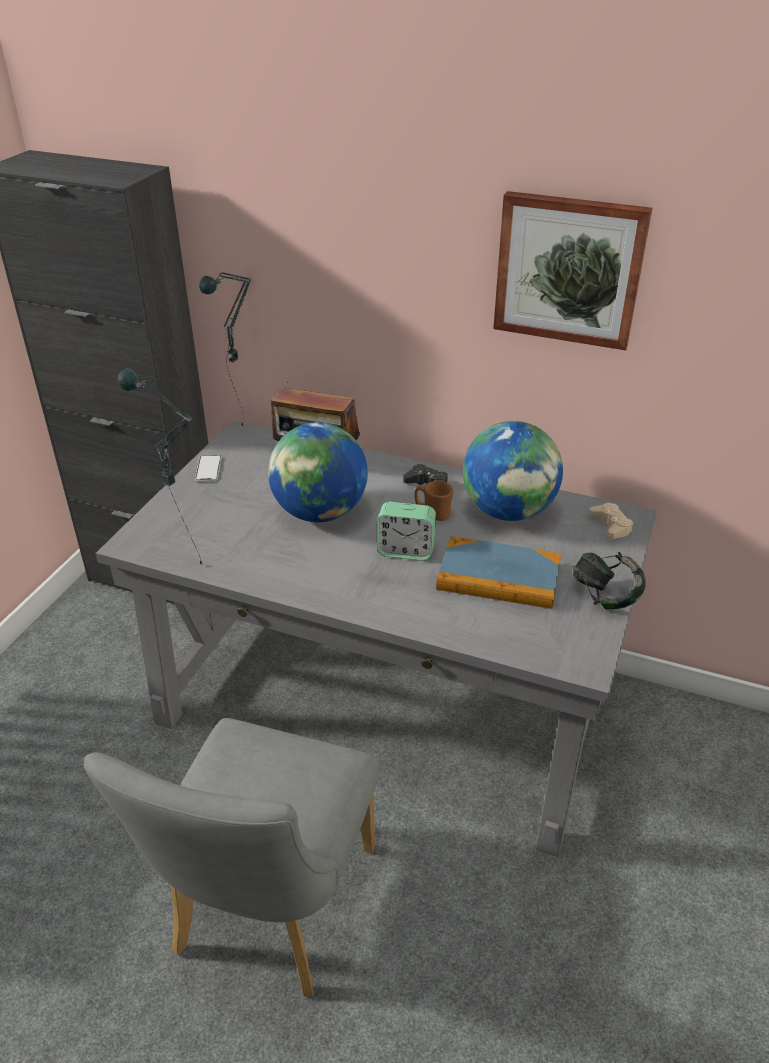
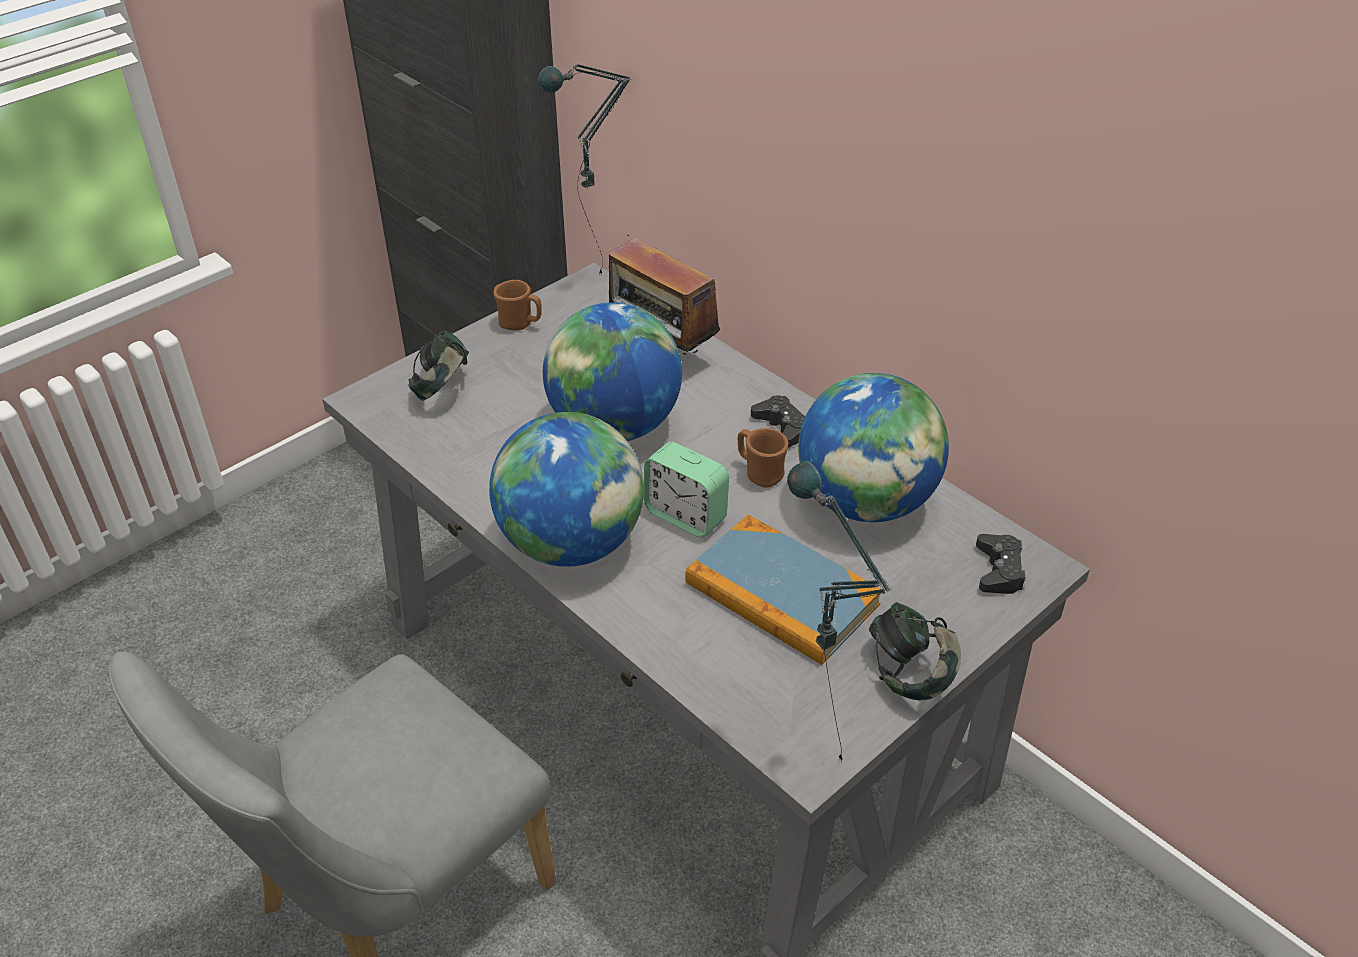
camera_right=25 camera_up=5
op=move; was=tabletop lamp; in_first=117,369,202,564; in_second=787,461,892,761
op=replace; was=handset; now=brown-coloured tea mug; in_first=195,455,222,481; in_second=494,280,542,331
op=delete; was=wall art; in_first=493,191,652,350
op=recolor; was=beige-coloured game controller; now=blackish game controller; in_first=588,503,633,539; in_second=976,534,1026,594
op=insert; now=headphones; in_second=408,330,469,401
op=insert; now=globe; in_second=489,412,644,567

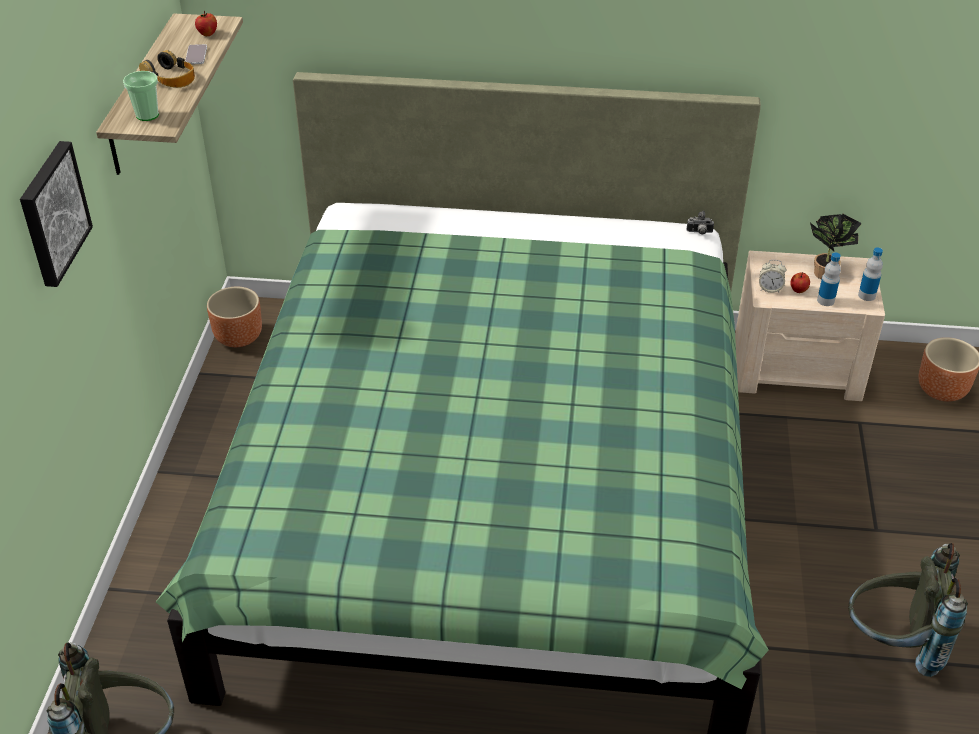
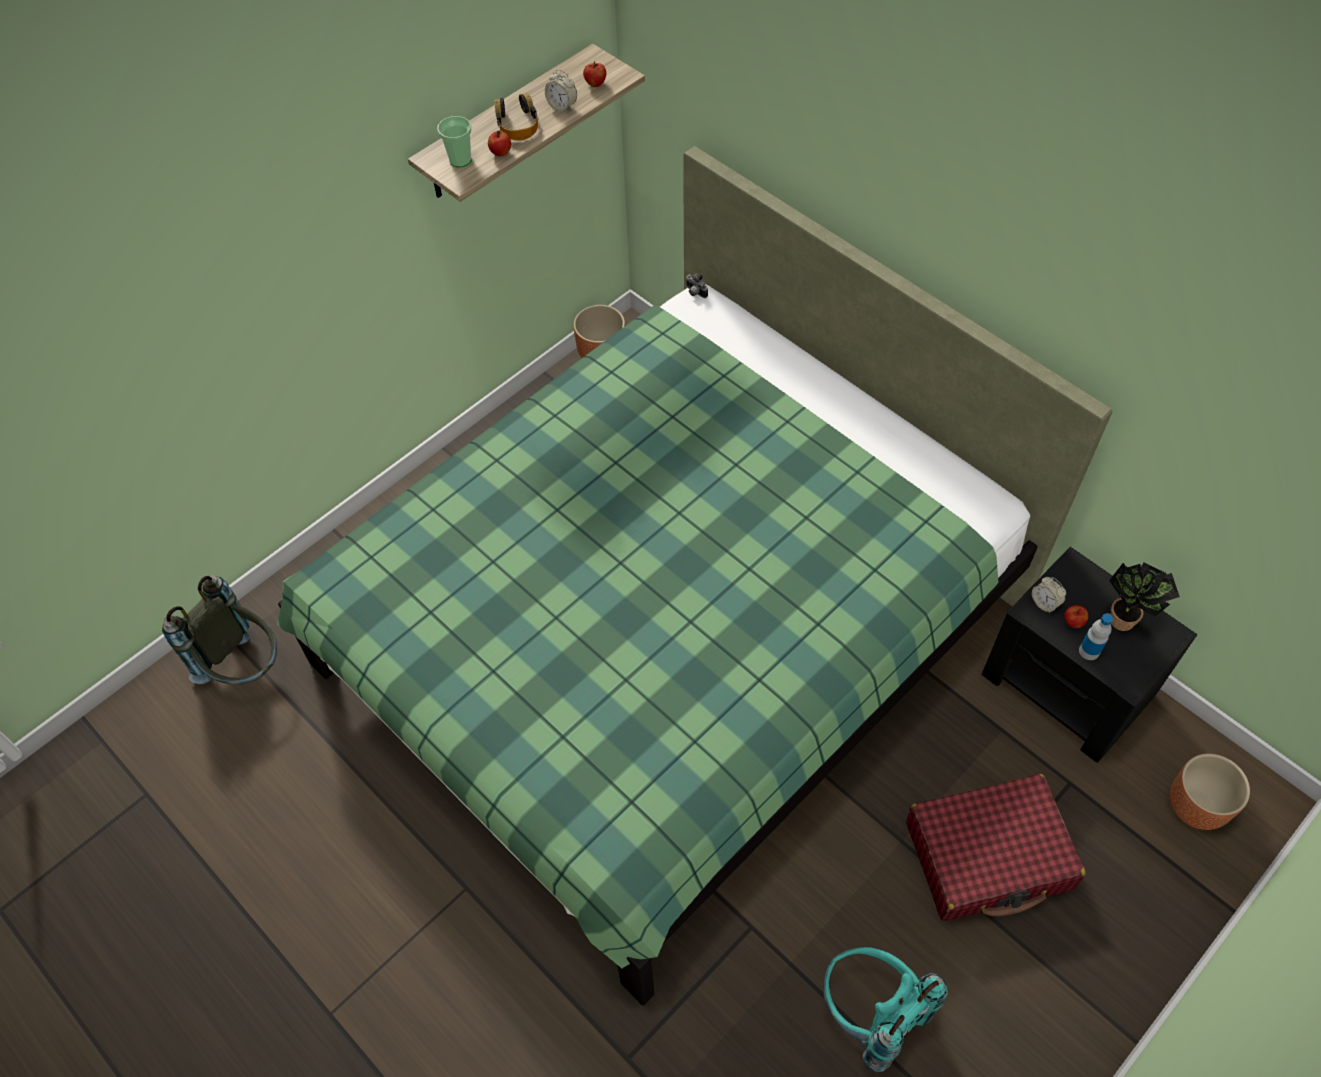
camera_right=40 camera_up=15
op=delete; was=wall art; in_first=20,141,93,287
op=replace; was=handset; now=table clock; in_first=185,44,207,64; in_second=545,70,577,112
op=move; was=still camera; in_first=686,211,714,235; in_second=686,273,708,298
op=recolor; was=beige-coloured nightstand; now=blackish nightstand; in_first=735,251,885,401; in_second=982,547,1197,763
op=recolor; was=grey rucksack; now=turquoise-coloured rucksack; in_first=849,543,968,677; in_second=823,947,948,1072
op=delete; was=beverage bottle; in_first=858,247,883,301
op=insert; now=apple; in_second=488,130,511,157
op=insert; now=red travel case; in_second=906,774,1086,922

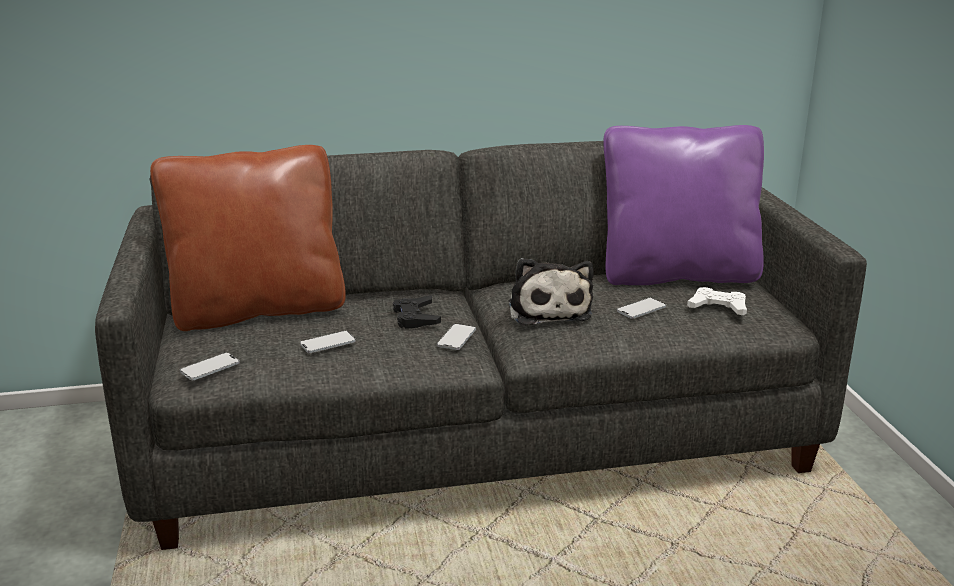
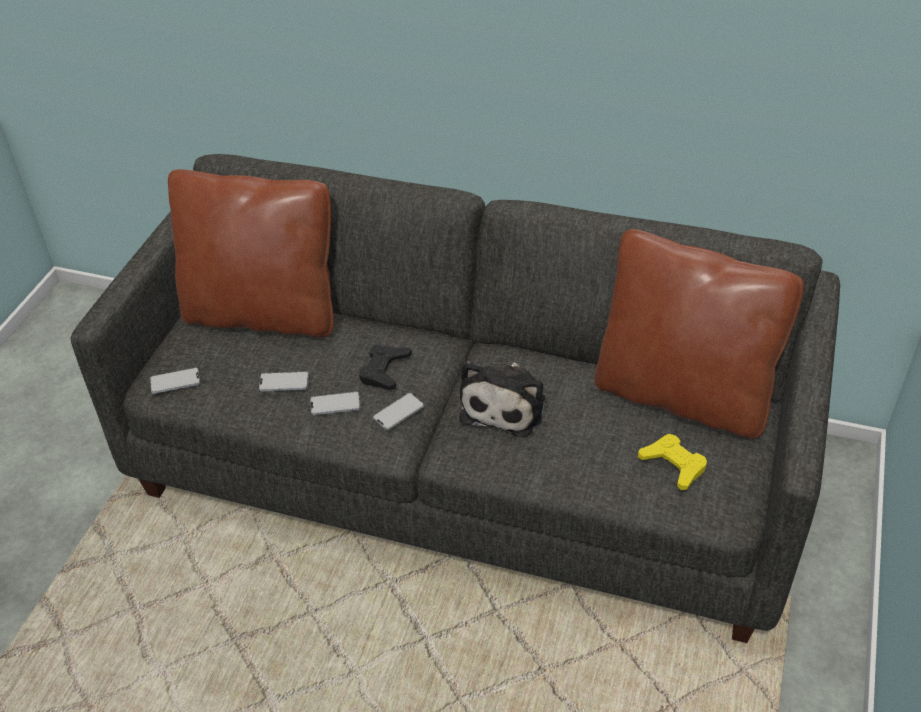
camera_right=30 camera_up=20
op=recolor; was=purple-coloured throw pillow; now=brown-coloured throw pillow; in_first=603,125,764,285; in_second=595,229,804,438
op=move; was=handset; in_first=617,298,666,319; in_second=310,391,361,415
op=recolor; was=whitish game controller; now=yellow-coloured game controller; in_first=687,287,747,315; in_second=638,434,707,490

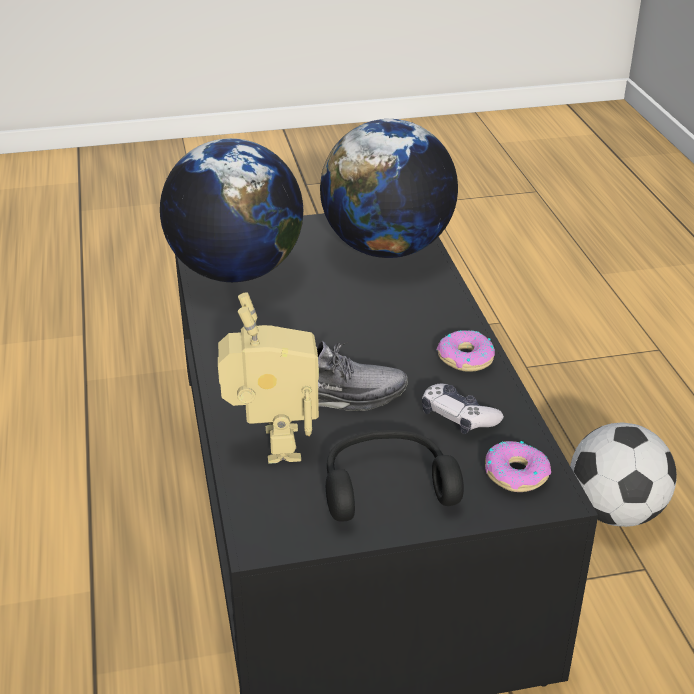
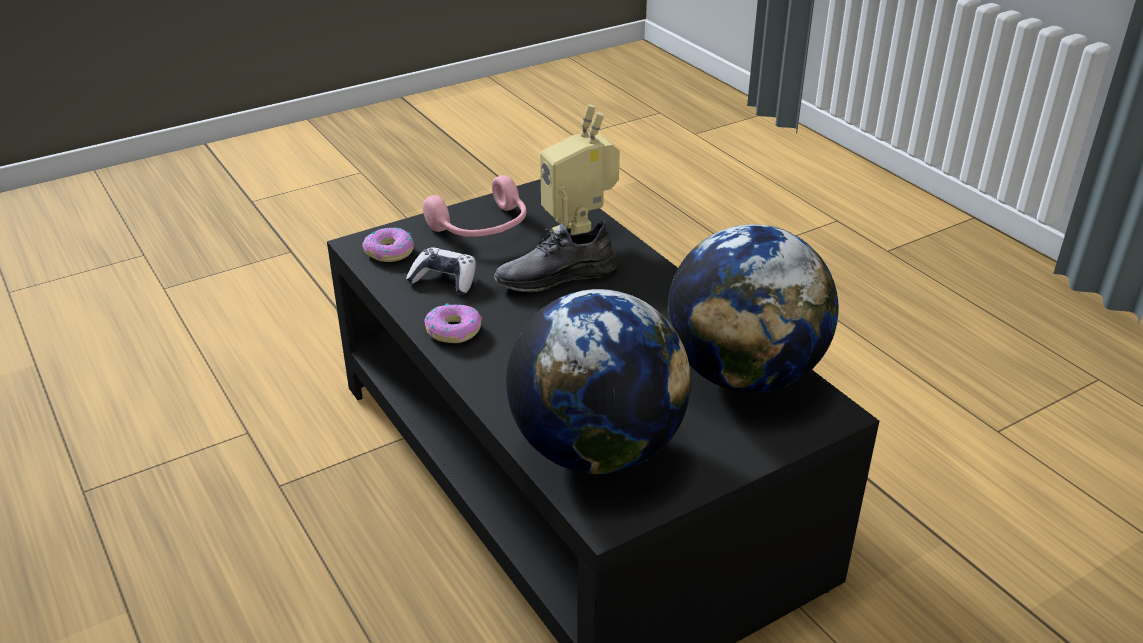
camera_right=160 camera_up=0
op=recolor; was=blackish headphones; now=pinkish headphones; in_first=326,430,464,522; in_second=423,175,526,237
op=delete; was=football ball; in_first=570,422,677,527

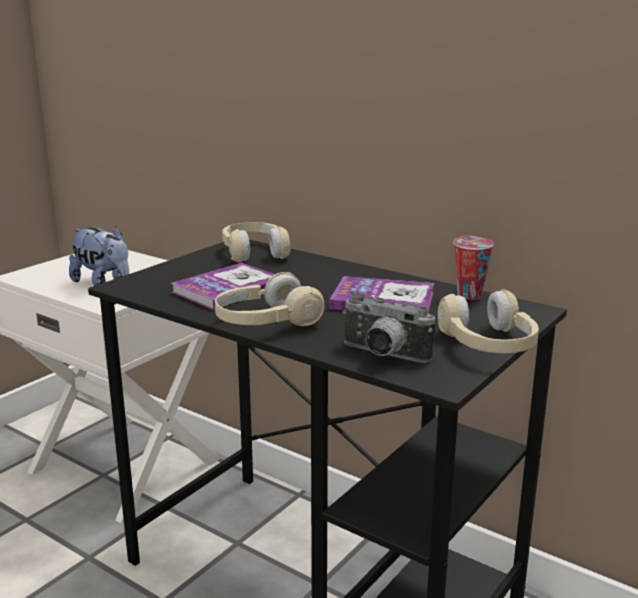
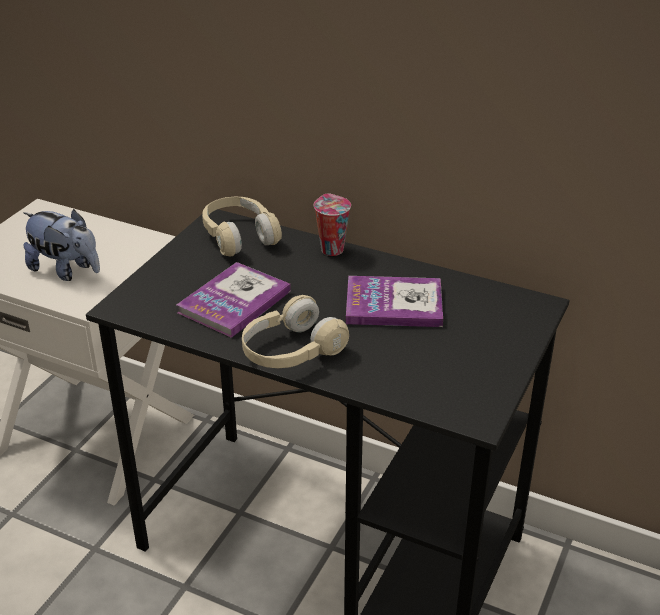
camera_right=-10 camera_up=15
op=delete; was=still camera; in_first=342,291,435,363
op=delete; was=beige-coloured headphones; in_first=438,289,539,353
op=move; was=cup; in_first=453,236,494,300; in_second=313,193,351,256

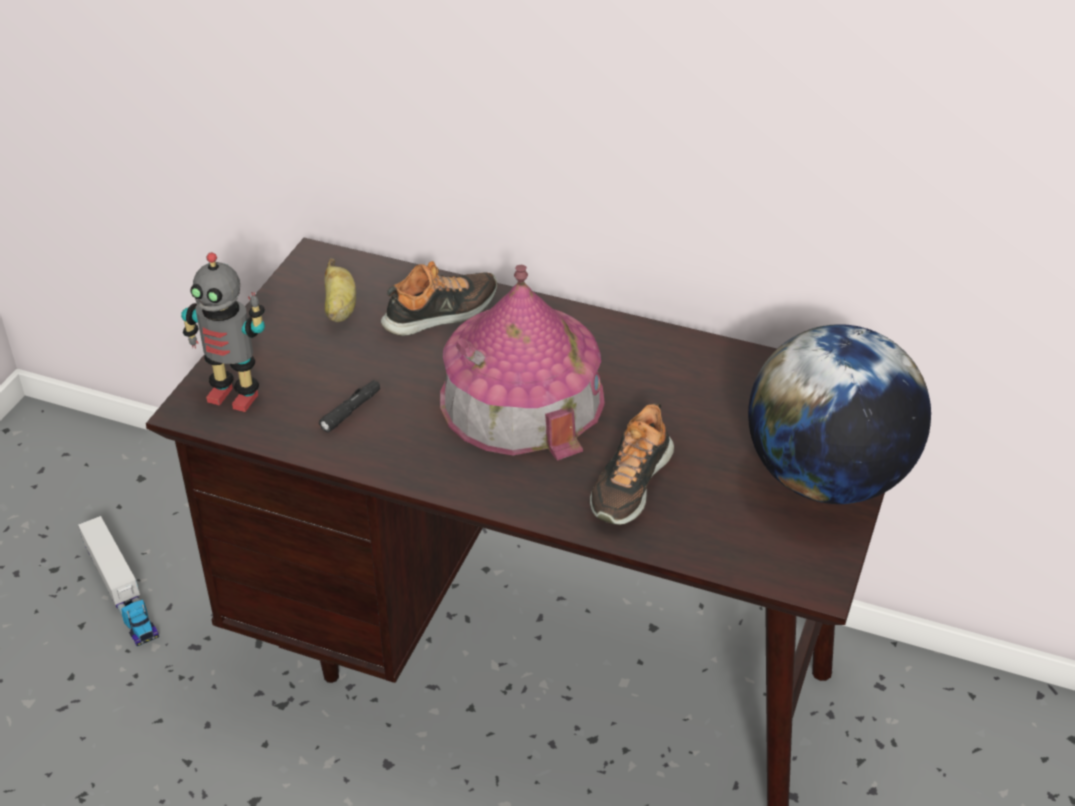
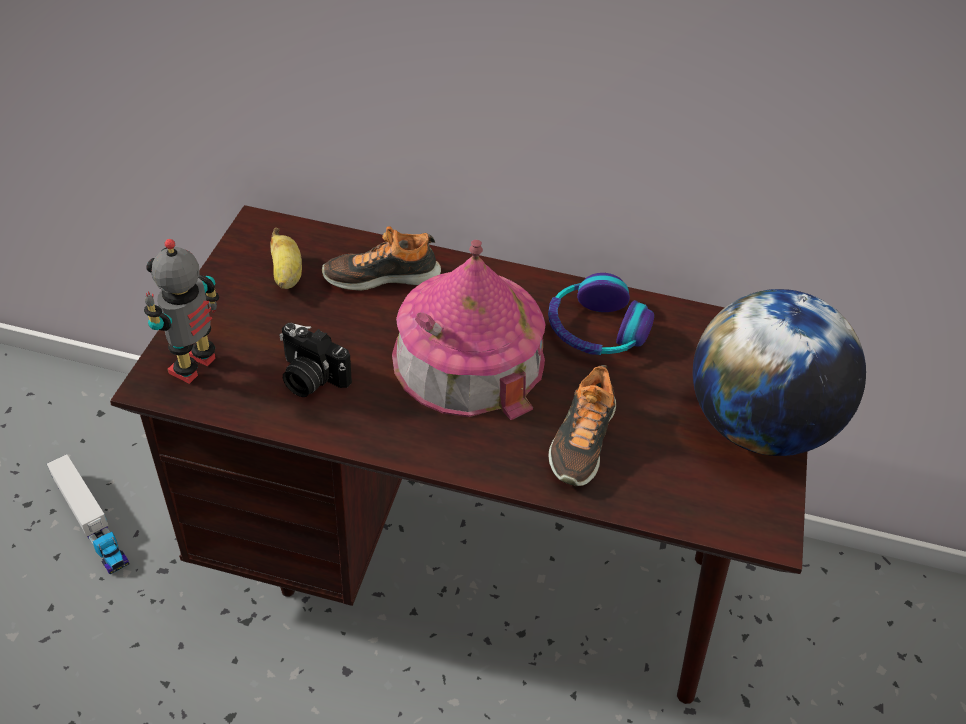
camera_right=-10 camera_up=5
op=rotate; was=toy robot; in_first=181,252,265,412; in_second=144,239,220,384; clockwise=105
op=replace; was=blackish hand torch; now=still camera; in_first=319,380,380,433; in_second=279,323,352,397
op=rotate; was=low shoe; in_first=381,261,497,336; in_second=322,227,441,291; clockwise=-150
op=insert; now=headphones; in_second=548,273,654,355

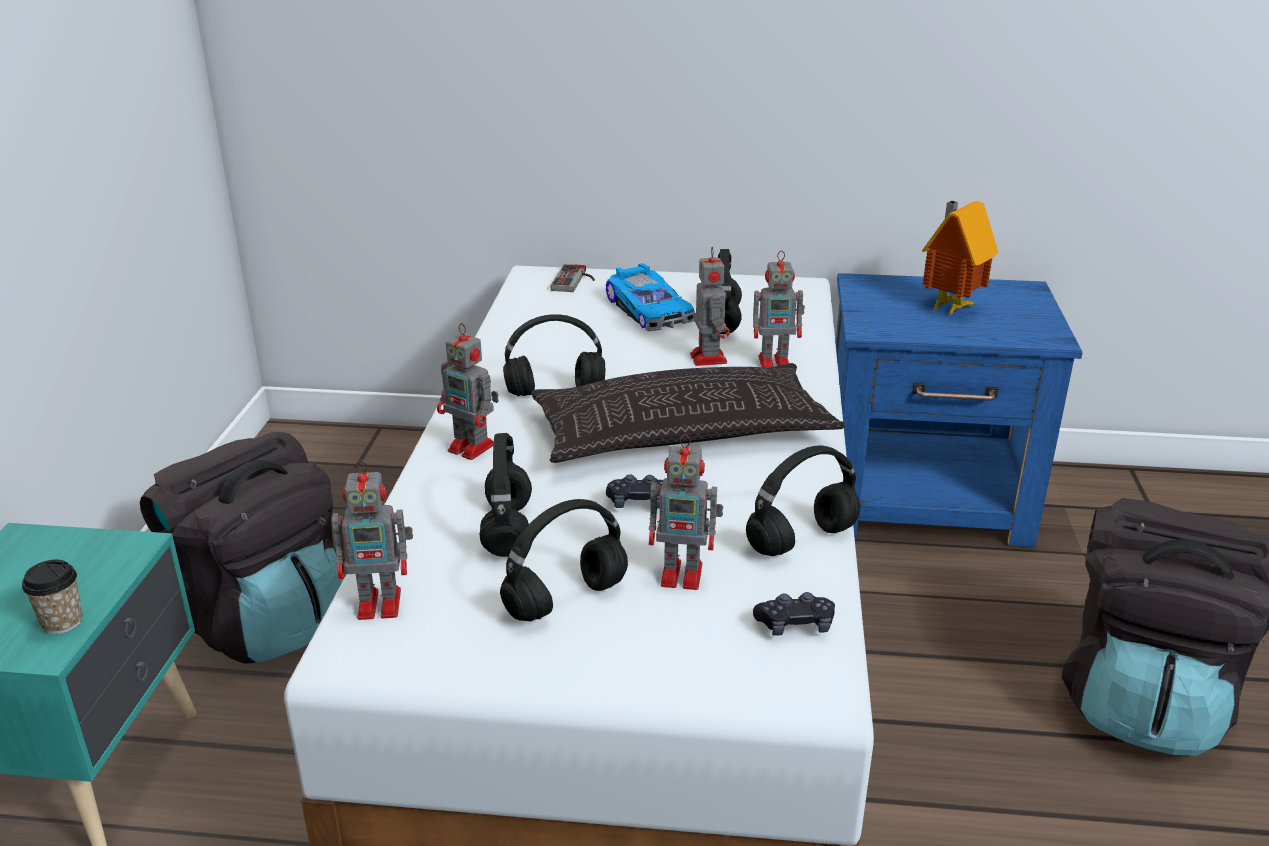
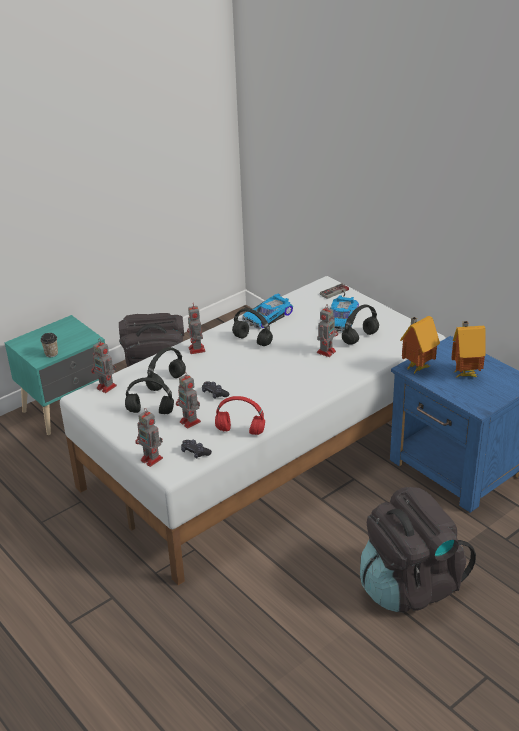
camera_right=45 camera_up=5
op=delete; was=throw pillow; in_first=531,363,845,463
op=recolor; was=blackish headphones; now=red headphones; in_first=746,446,860,556; in_second=215,396,265,435
op=move; was=toy robot; in_first=753,250,805,368; in_second=135,409,163,467
op=insert; now=toy car; in_second=242,293,293,330
op=insert; now=miniature house; in_second=400,316,440,375

